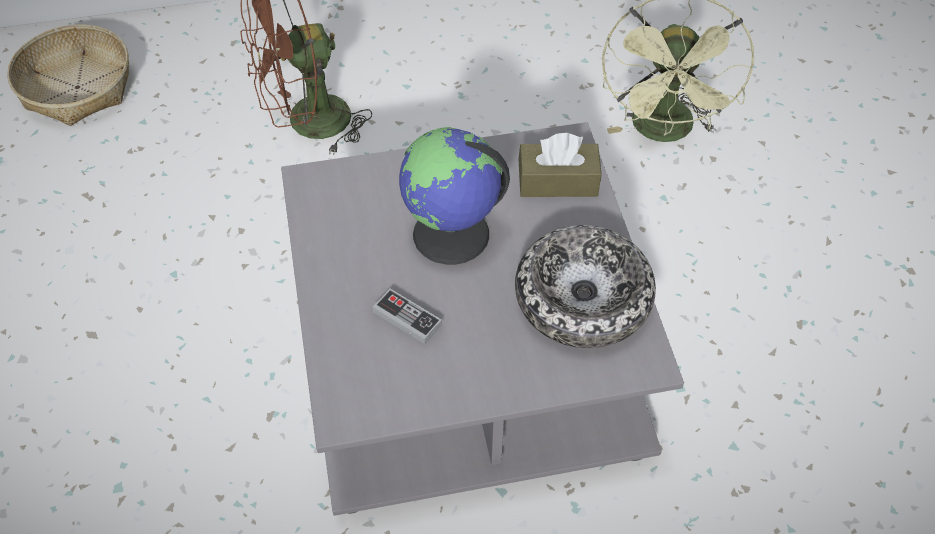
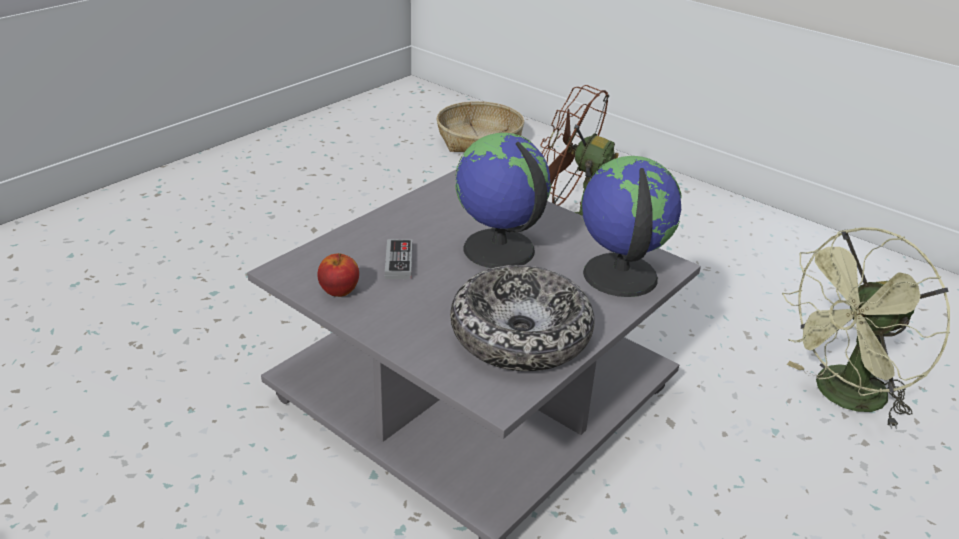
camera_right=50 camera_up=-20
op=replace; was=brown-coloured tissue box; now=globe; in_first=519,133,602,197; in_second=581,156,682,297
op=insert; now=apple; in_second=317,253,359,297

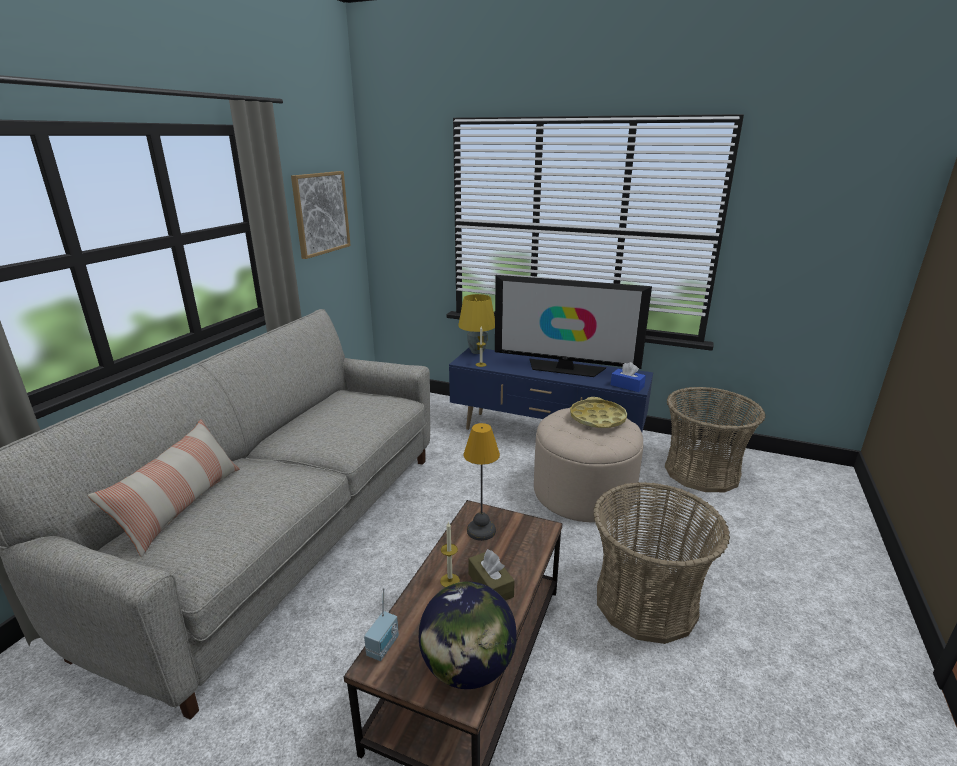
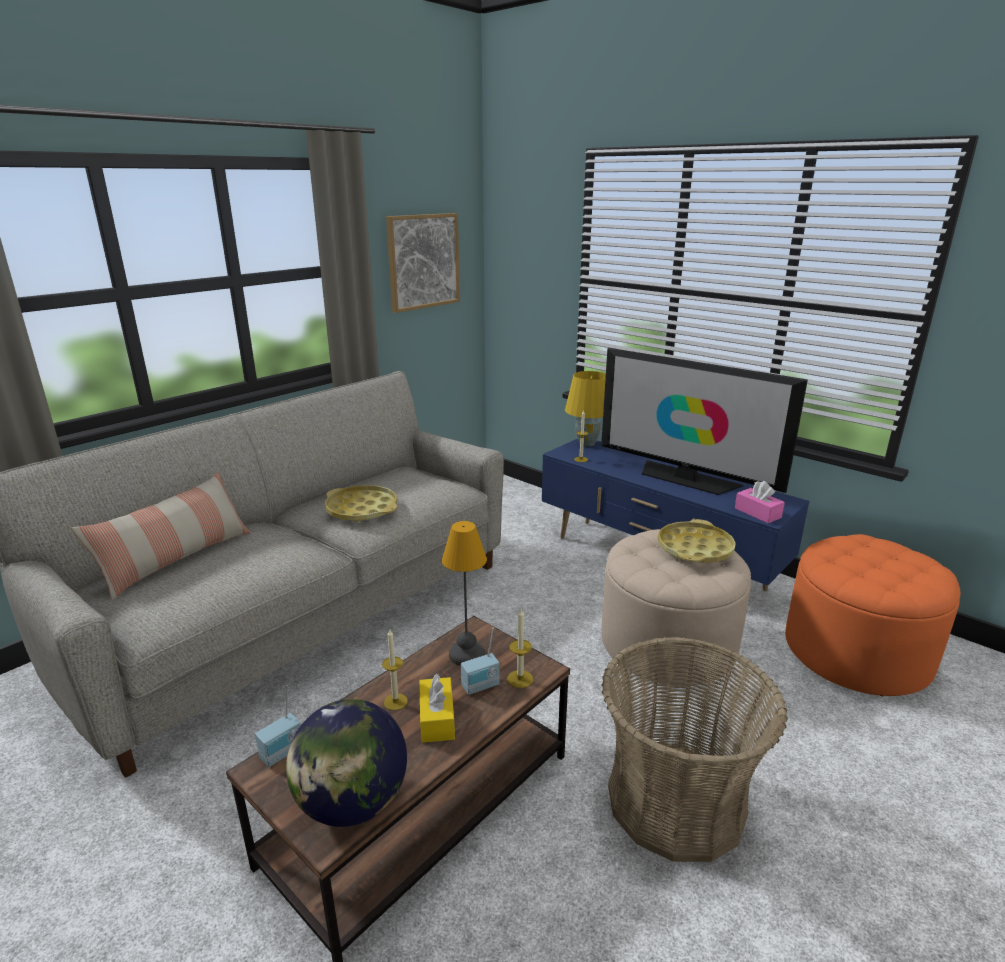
camera_right=20 camera_up=0
op=recolor; was=brown-coloured tissue box; now=yellow-coloured tissue box; in_first=468,549,515,601; in_second=419,674,455,743
op=recolor; was=bluish tissue box; now=pinkish tissue box; in_first=611,362,646,392; in_second=735,481,785,523
op=replace; was=basket; now=orange pouffe; in_first=665,387,766,492; in_second=785,534,960,696
op=insert; now=yellow-coloured carrying tray; in_second=325,485,397,522
op=insert; now=radio receiver; in_second=461,628,500,695
op=insert; now=wax candle; in_second=507,609,533,688

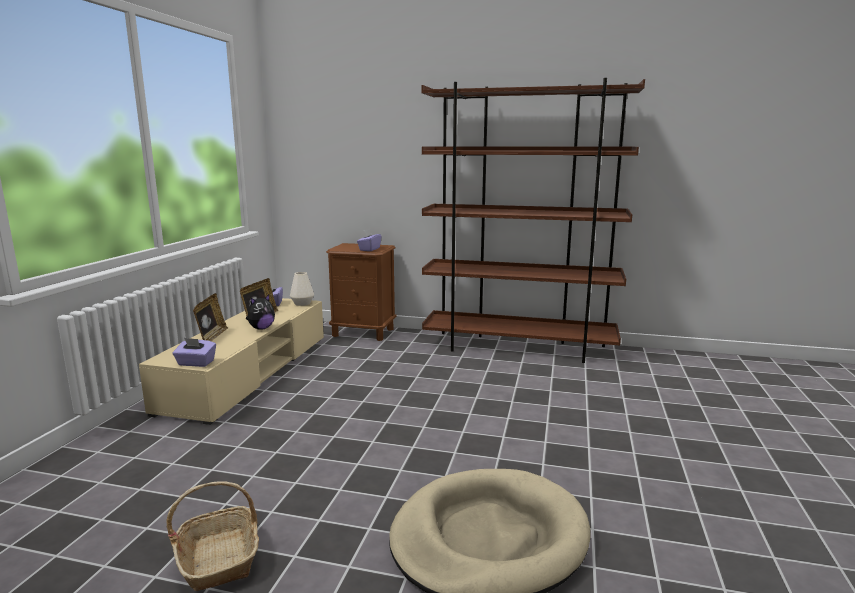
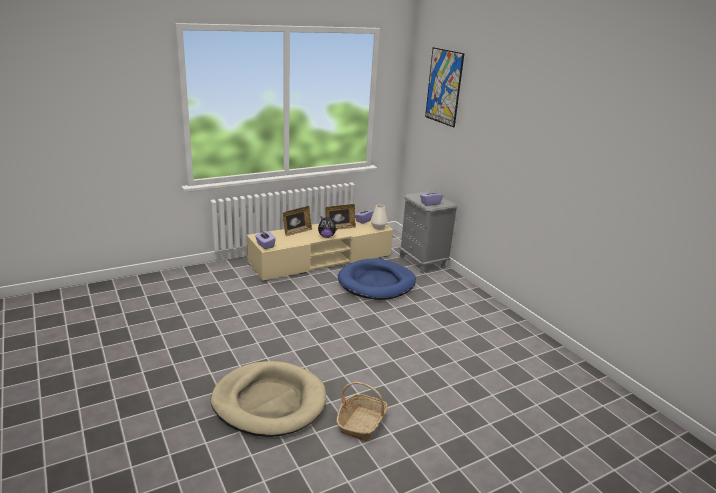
camera_right=45 camera_up=10
op=move; was=basket; in_first=167,481,259,591; in_second=336,382,388,441
op=recolor; was=brown-coloured nightstand; now=grey nightstand; in_first=326,243,396,341; in_second=399,192,458,273
op=delete; was=brown-coloured bookcase; in_first=422,78,645,363
op=insert; now=bluish pet bed; in_second=338,259,416,300
op=insert; now=wall art; in_second=425,47,464,127

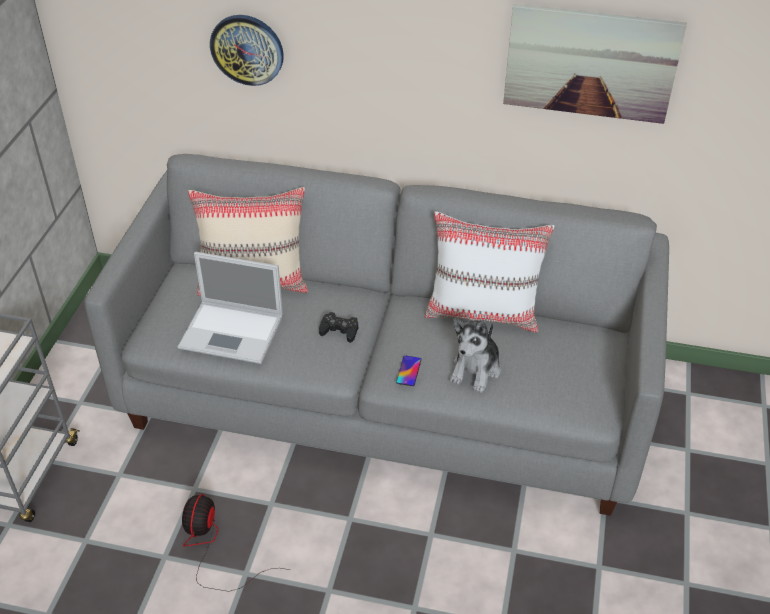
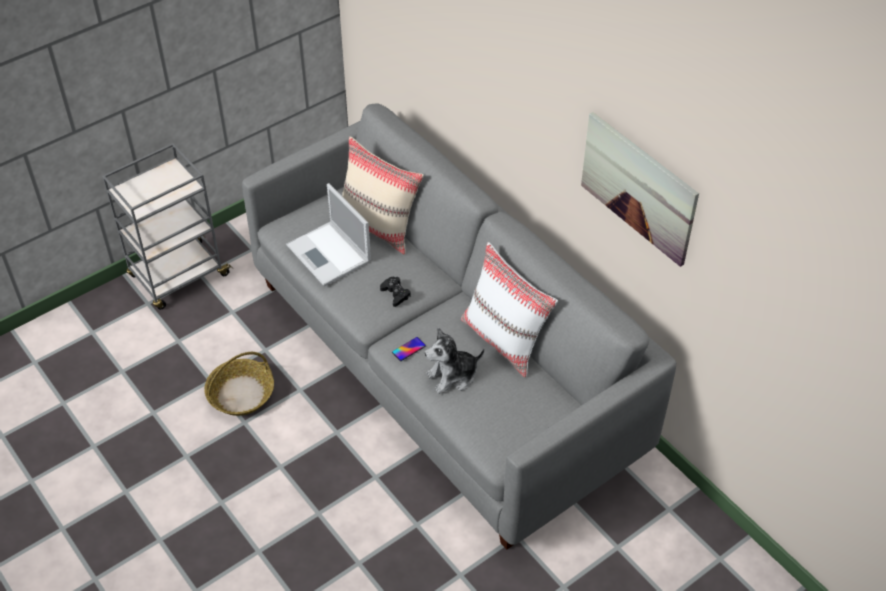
camera_right=40 camera_up=5
op=replace; was=fan; now=basket; in_first=182,494,290,592; in_second=204,352,274,416
op=delete; was=wall clock; in_first=210,15,284,86

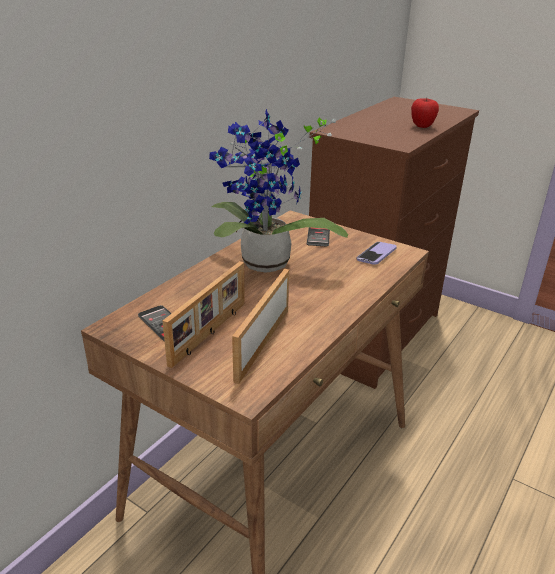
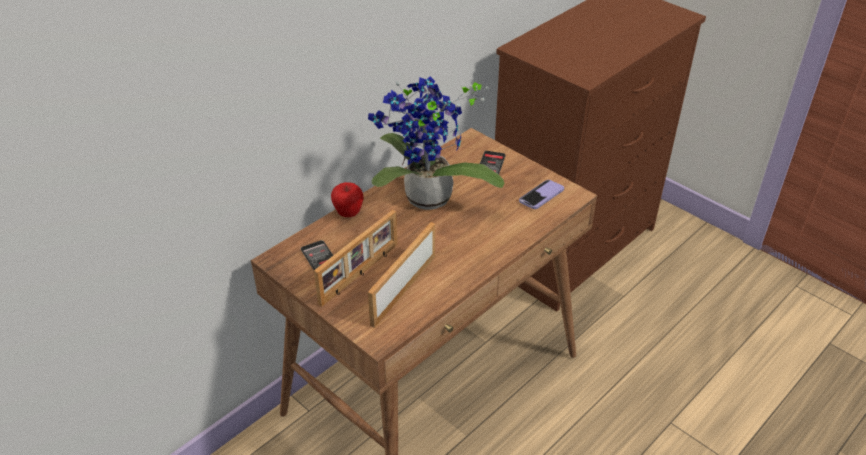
camera_right=10 camera_up=10
op=move; was=apple; in_first=411,97,439,128; in_second=331,182,364,217

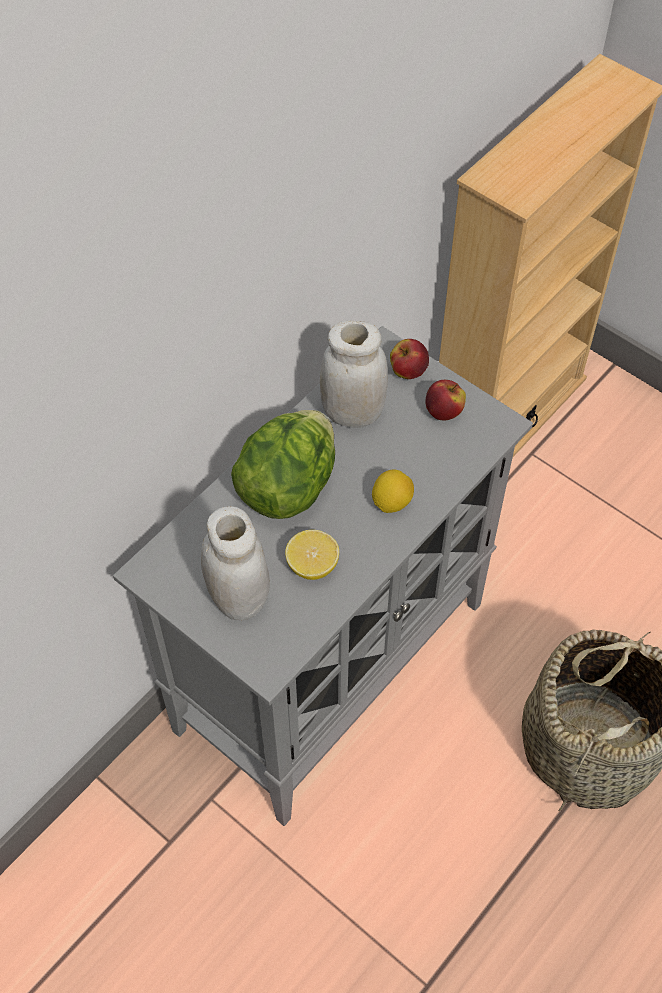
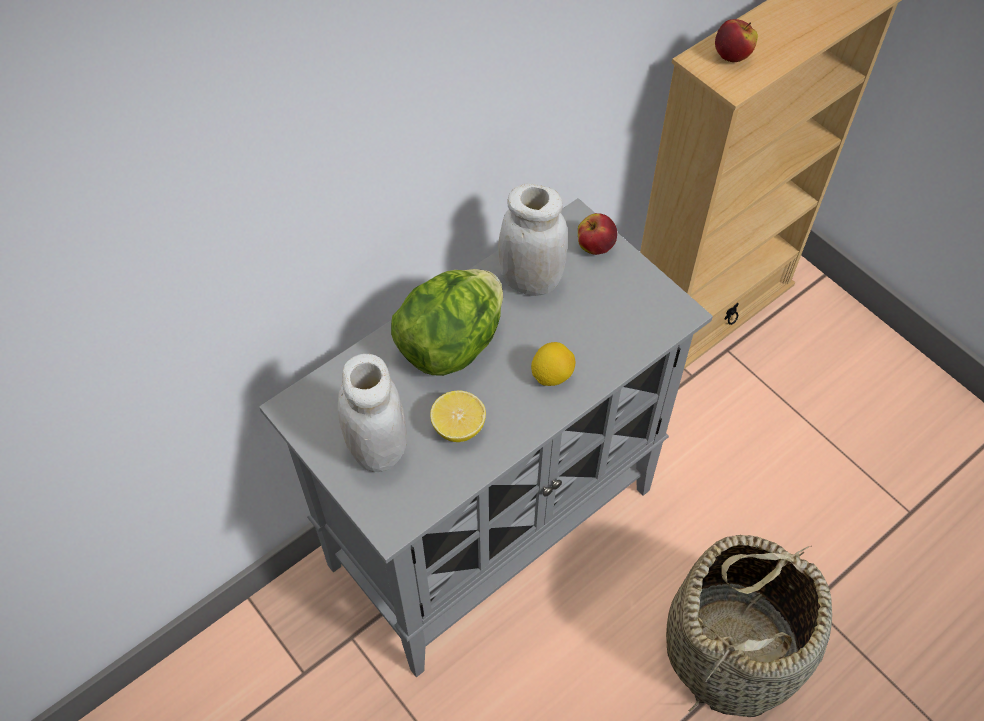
camera_right=10 camera_up=0
op=move; was=apple; in_first=425,380,466,421; in_second=715,19,758,62

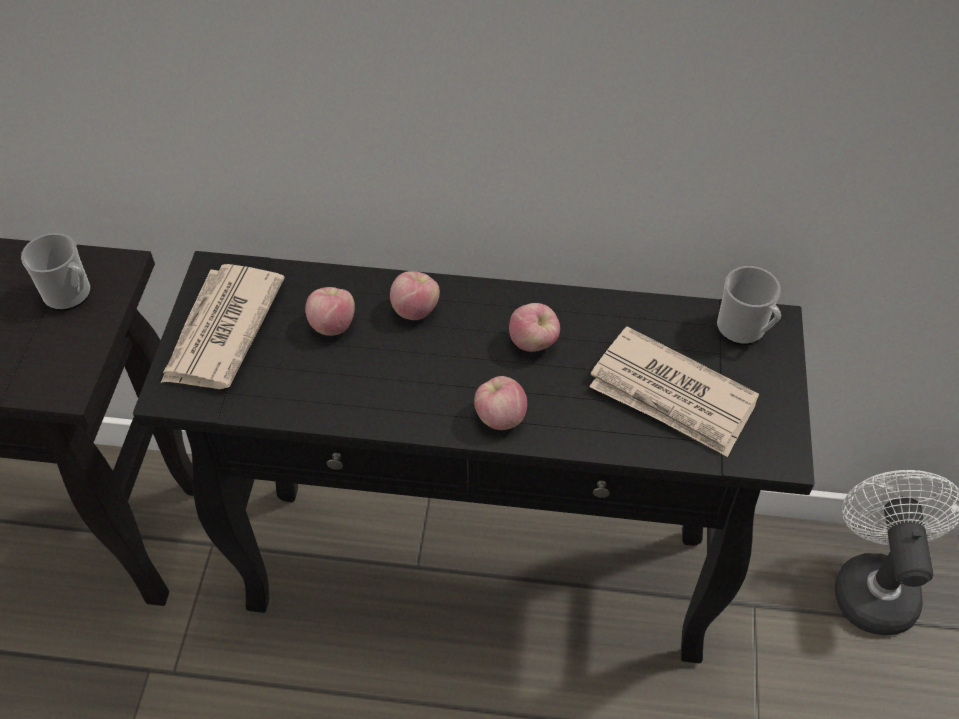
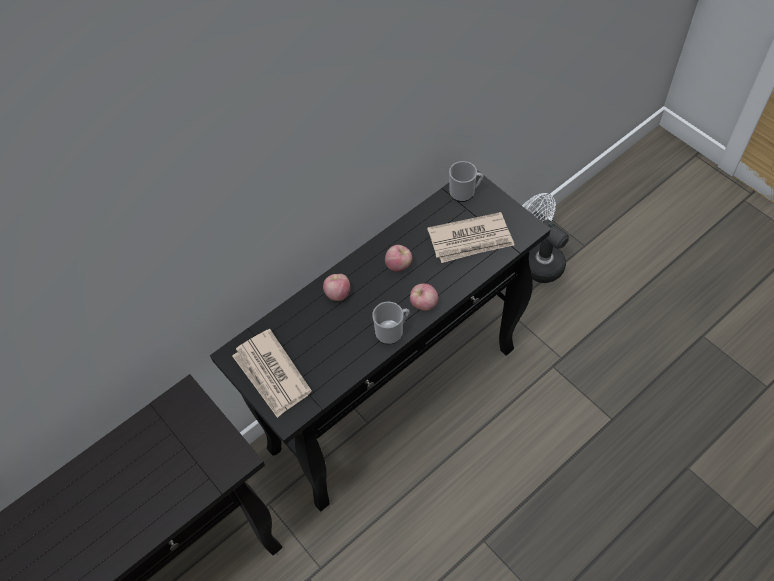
camera_right=-45 camera_up=5
op=move; was=tea mug; in_first=21,233,91,311; in_second=372,302,409,344
op=delete; was=apple; in_first=305,287,355,336

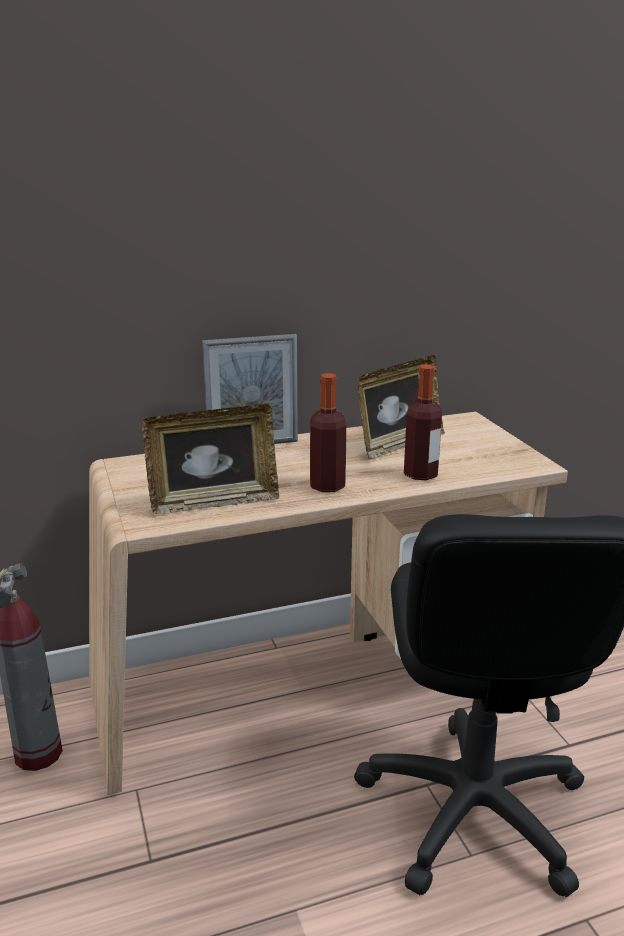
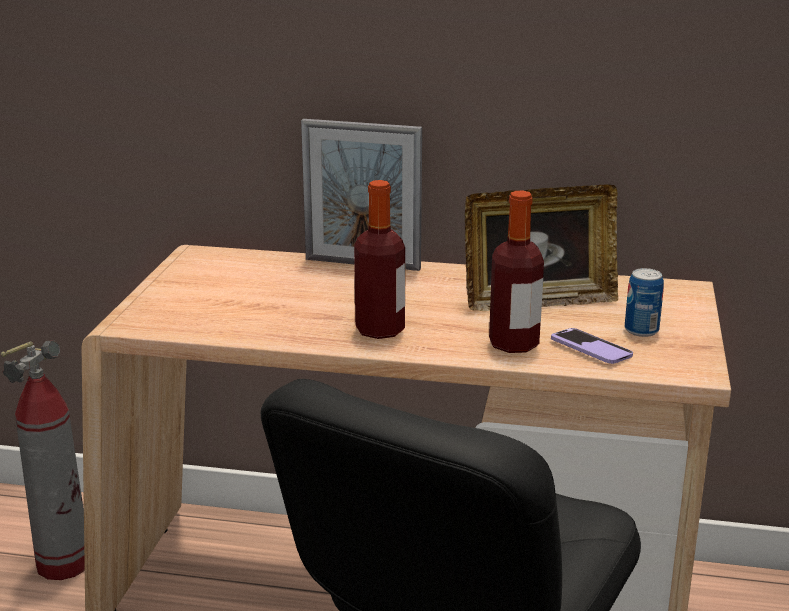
camera_right=30 camera_up=0
op=delete; was=standing frame; in_first=142,404,279,514
op=insert; now=handset; in_second=551,328,633,364
op=insert; now=sealed can; in_second=625,268,664,337

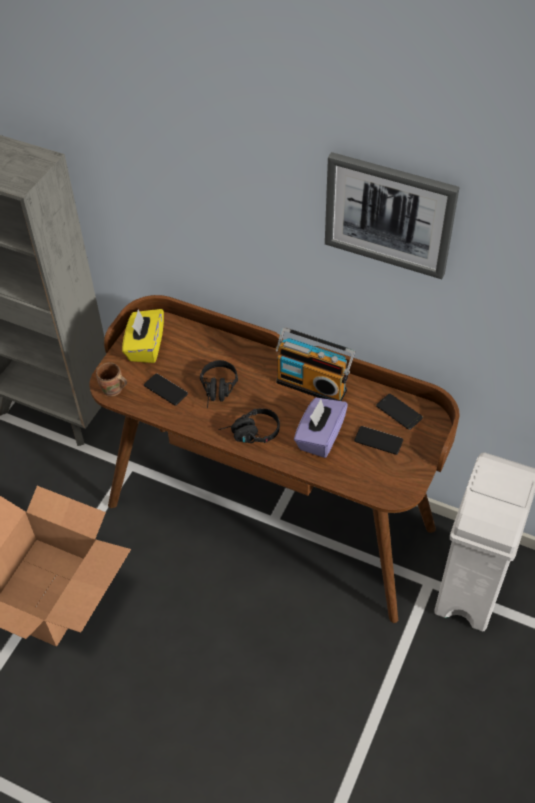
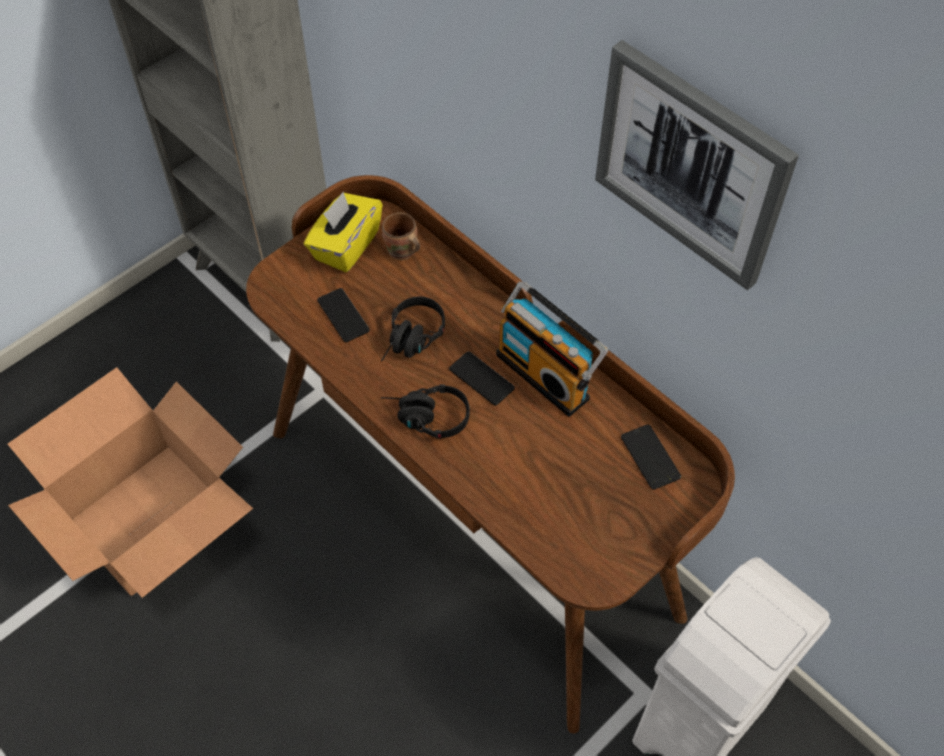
camera_right=20 camera_up=5
op=move; was=brown-coloured tea mug; in_first=96,362,127,397; in_second=382,212,420,260
op=delete; was=purple-coloured tissue box; in_first=294,398,348,458
op=move; was=handset; in_first=354,426,403,455; in_second=449,351,515,406

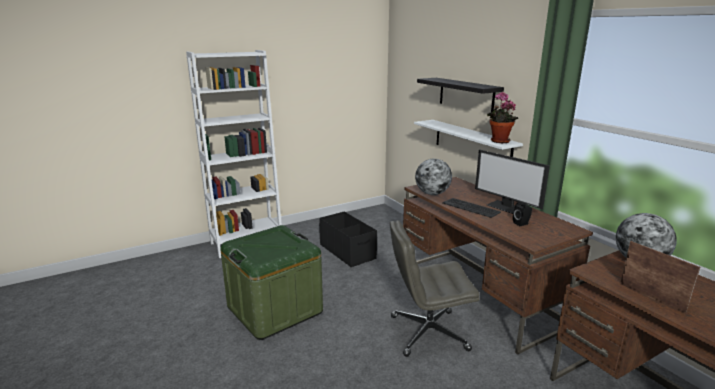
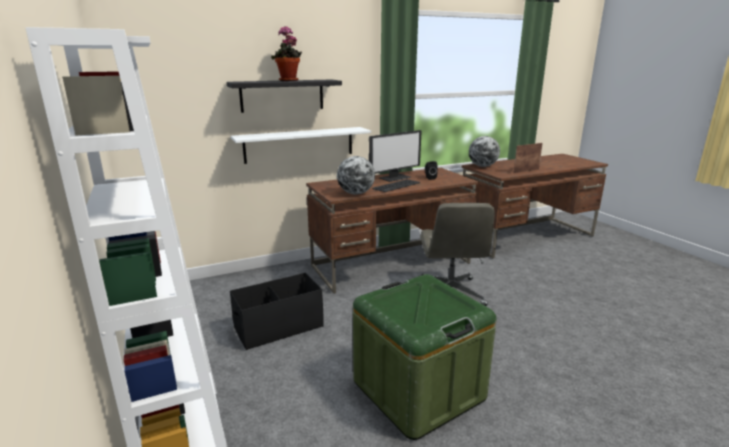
camera_right=-85 camera_up=0
op=move; was=plant in a pot; in_first=487,92,518,143; in_second=271,26,302,81

